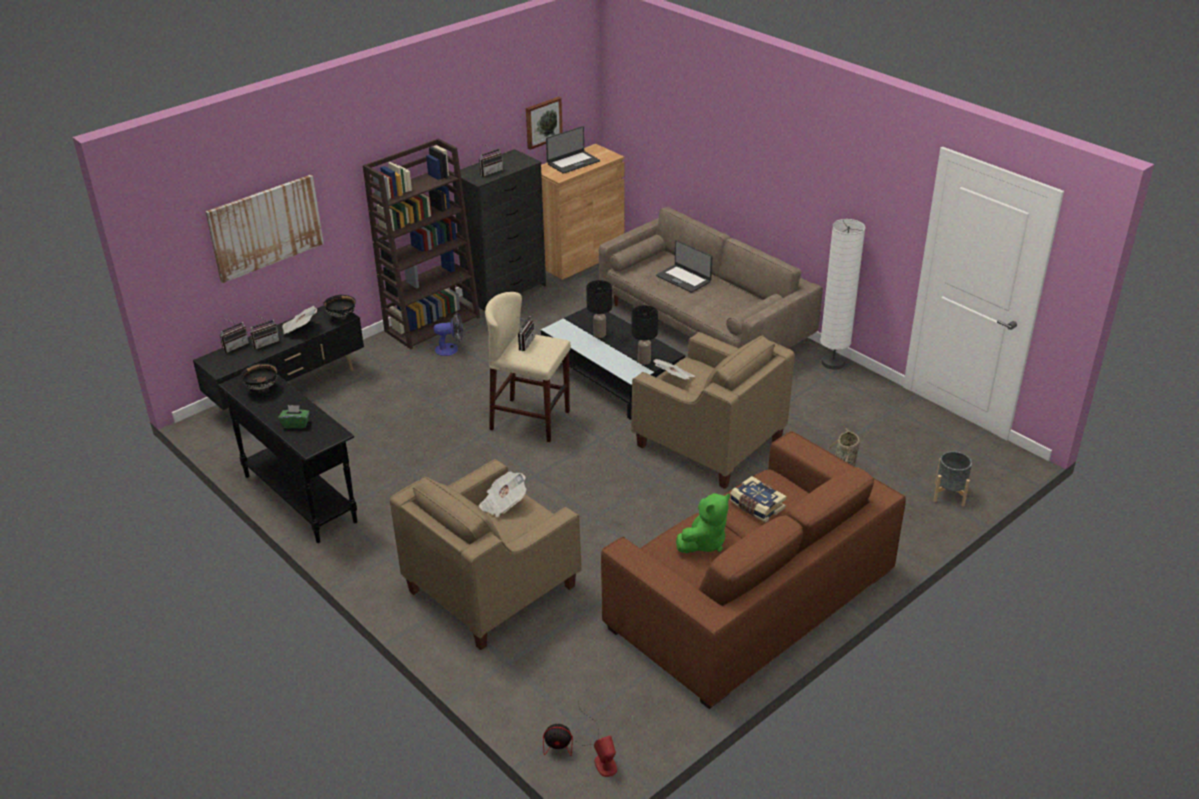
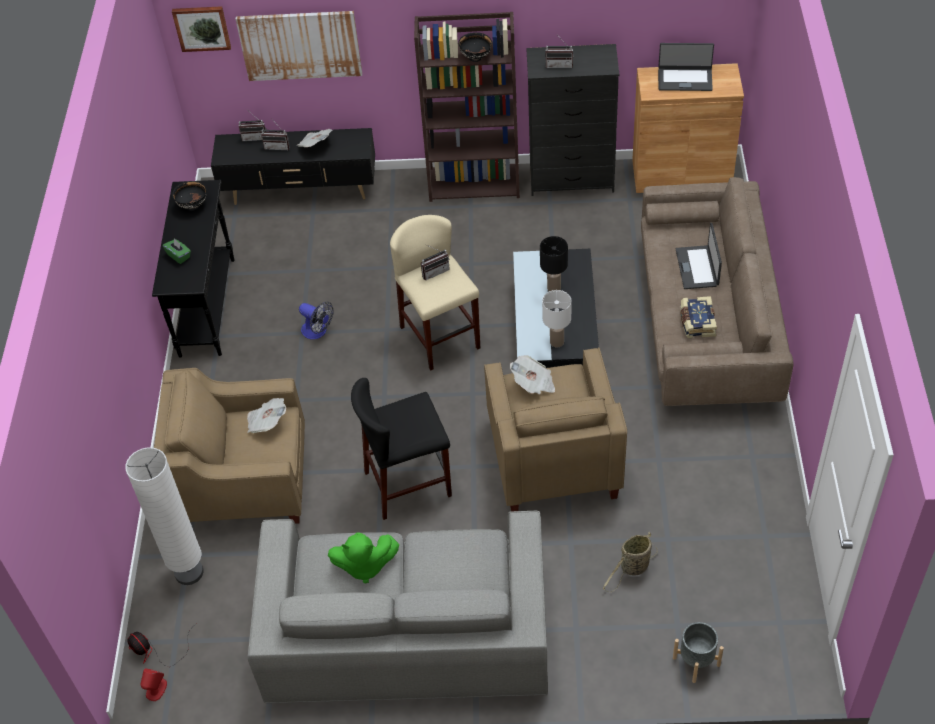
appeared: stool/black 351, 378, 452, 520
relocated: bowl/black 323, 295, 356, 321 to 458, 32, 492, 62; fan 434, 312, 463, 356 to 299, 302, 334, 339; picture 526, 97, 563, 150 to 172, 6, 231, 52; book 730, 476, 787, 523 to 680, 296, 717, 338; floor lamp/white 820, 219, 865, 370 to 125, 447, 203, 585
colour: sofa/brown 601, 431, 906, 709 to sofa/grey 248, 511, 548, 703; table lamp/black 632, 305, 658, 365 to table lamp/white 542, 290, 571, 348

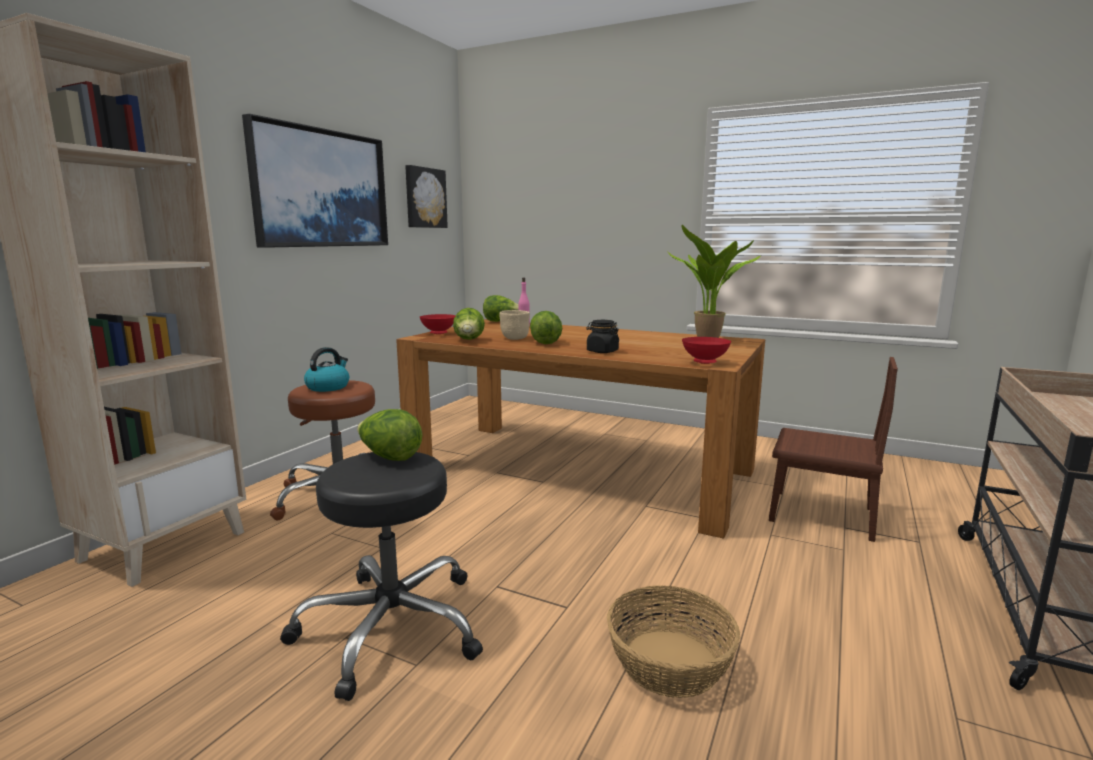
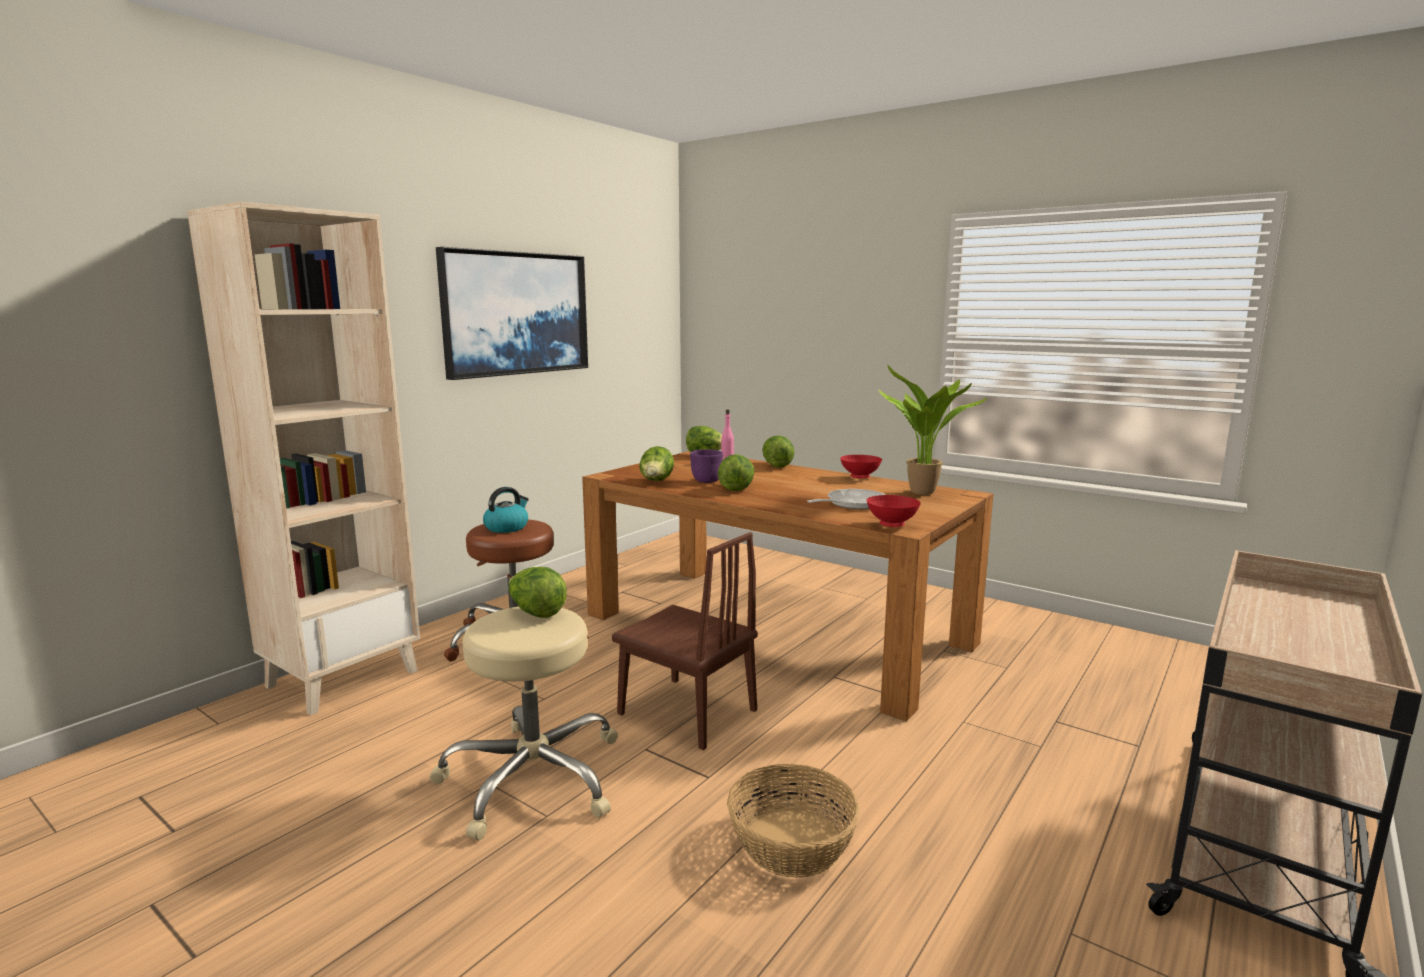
missing: picture 405, 165, 448, 228; jar/black 587, 320, 619, 353
appeared: lettuce 762, 435, 794, 468; frying pan 807, 489, 886, 509
relocated: bowl/red 420, 314, 456, 334 to 840, 455, 882, 479; chair/brown 769, 357, 898, 542 to 612, 532, 758, 750
colour: stool/black 280, 452, 483, 701 to stool/beige 430, 607, 618, 841; bowl/beige 500, 310, 530, 340 to bowl/purple 690, 449, 723, 483

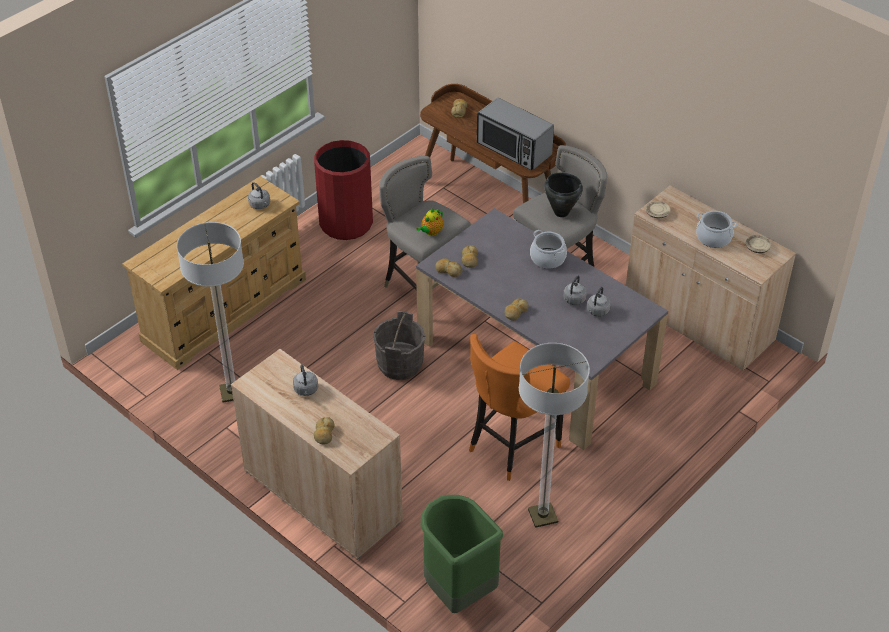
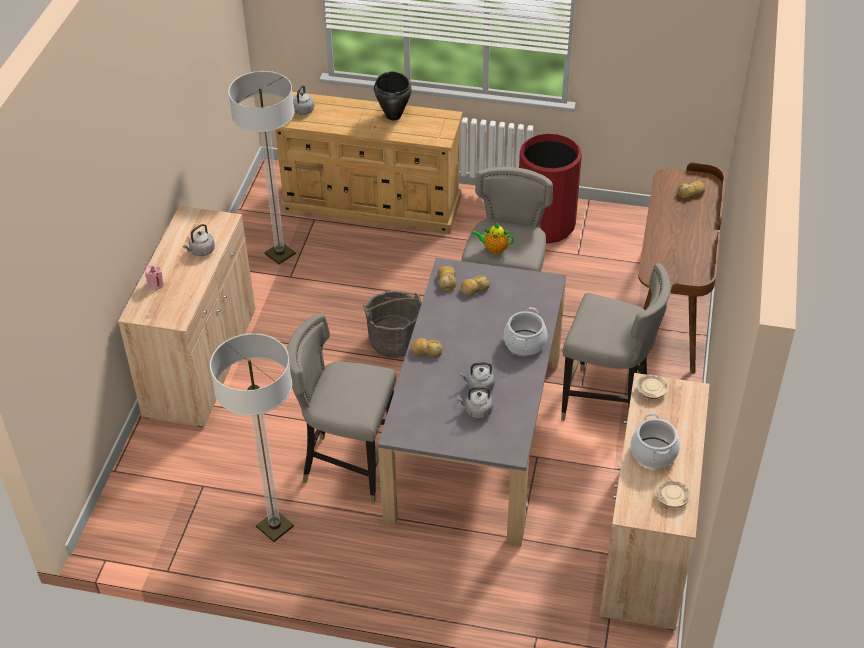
missing: trash can/green 421, 495, 503, 613; microwave 477, 98, 554, 171
relocated: kettle/grey 248, 182, 270, 209 to 293, 85, 314, 115; cooking pot/black 544, 172, 583, 217 to 374, 72, 412, 120
exchanged: bread 314, 417, 335, 444 to candle/pink 145, 265, 164, 290
colour: stool/orange 469, 334, 570, 481 to stool/grey 287, 313, 397, 503

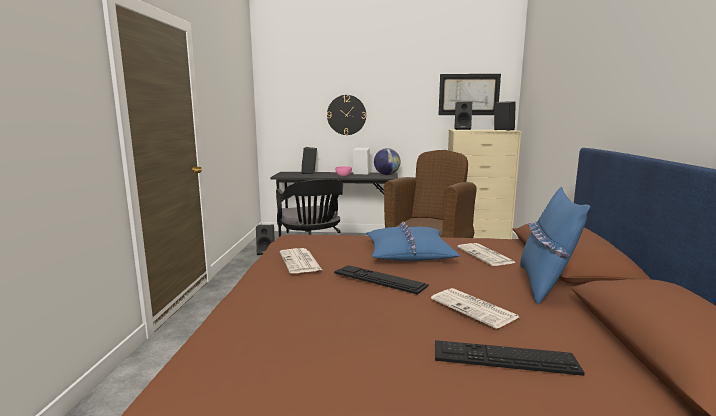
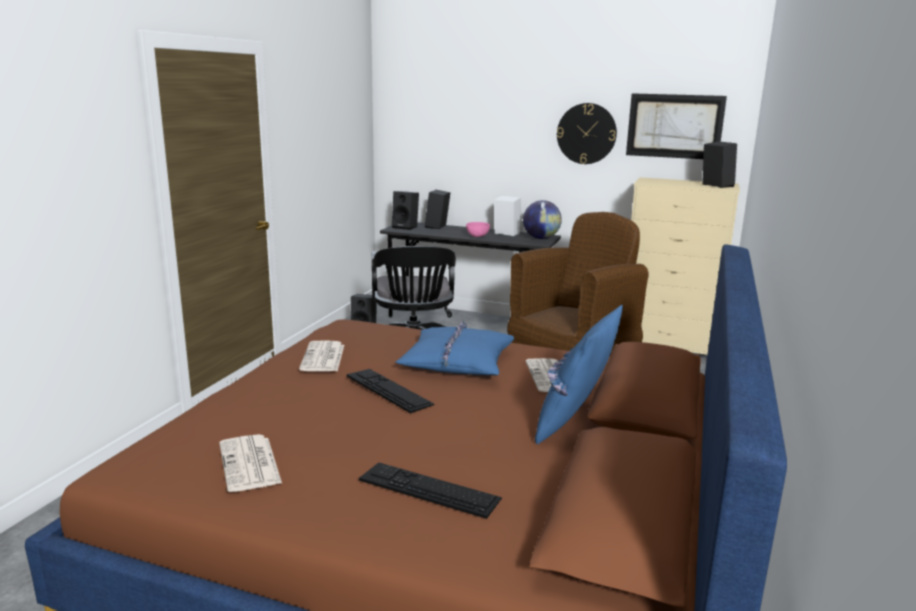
relocated: wall clock 327, 95, 366, 135 to 557, 103, 617, 164; newspaper 431, 288, 519, 329 to 219, 434, 282, 492; speaker/black 454, 102, 472, 130 to 392, 191, 419, 230

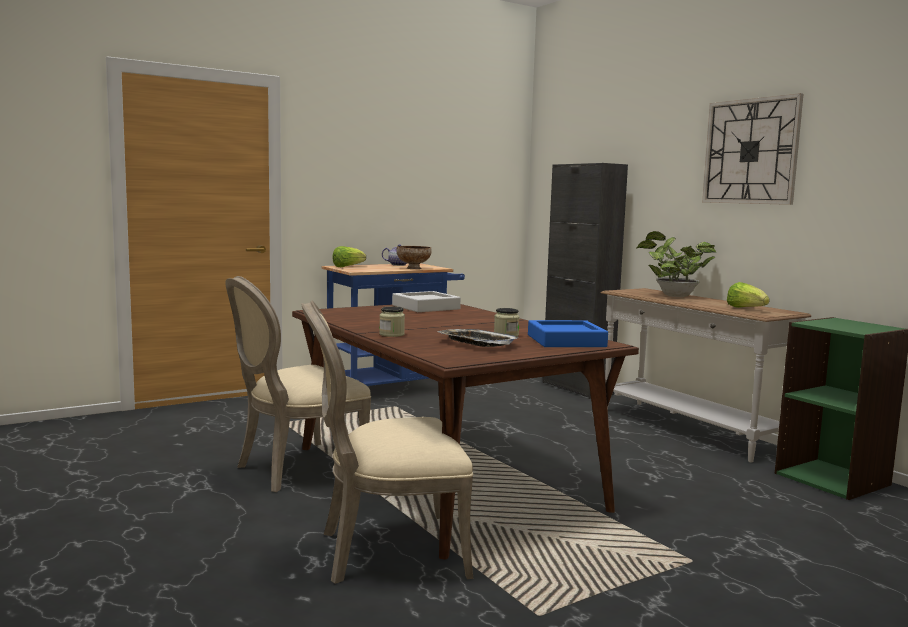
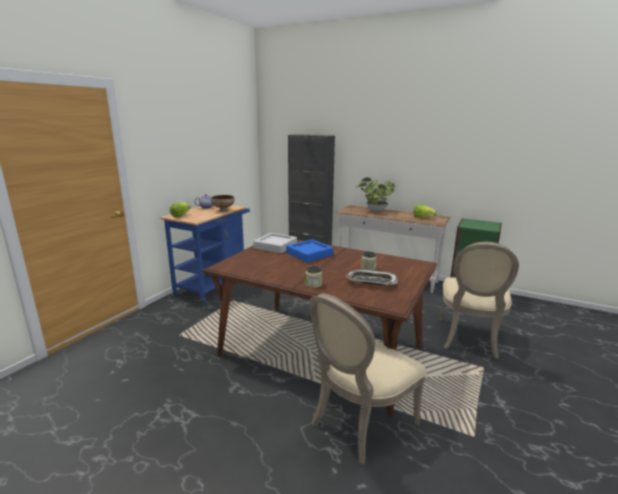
missing: wall clock 702, 93, 803, 205
relocated: chair/beige 225, 276, 371, 492 to 439, 242, 519, 359; tray/blue 528, 320, 608, 347 to 286, 239, 333, 262

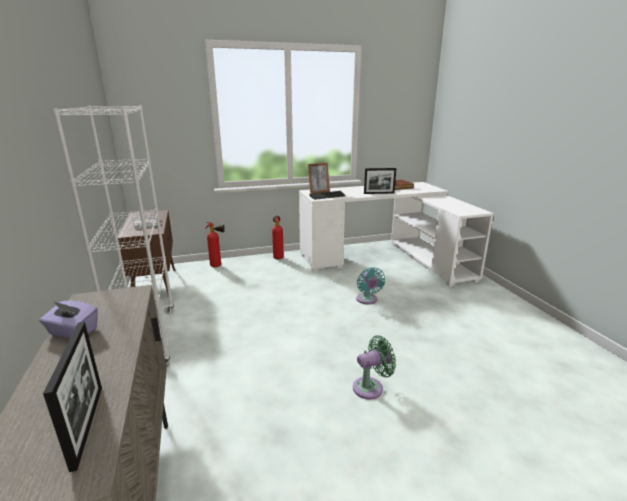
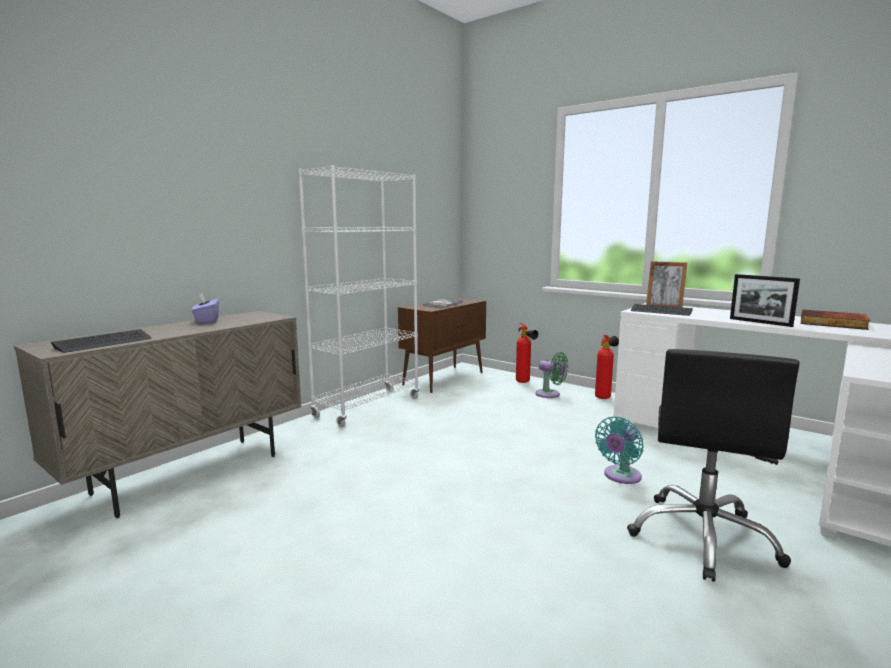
appeared: office chair/black 627, 349, 800, 582
relocated: fan/green 353, 335, 396, 399 to 535, 352, 568, 398
exchanged: picture frame 43, 322, 102, 472 to keyboard 51, 329, 151, 353

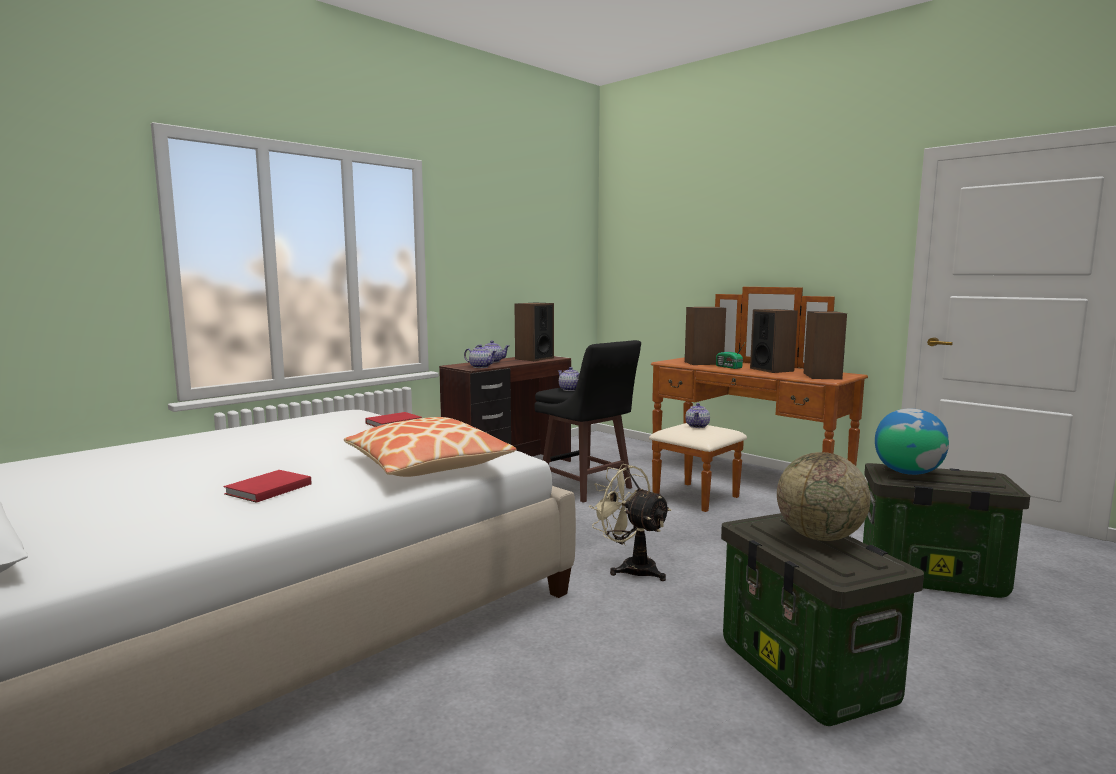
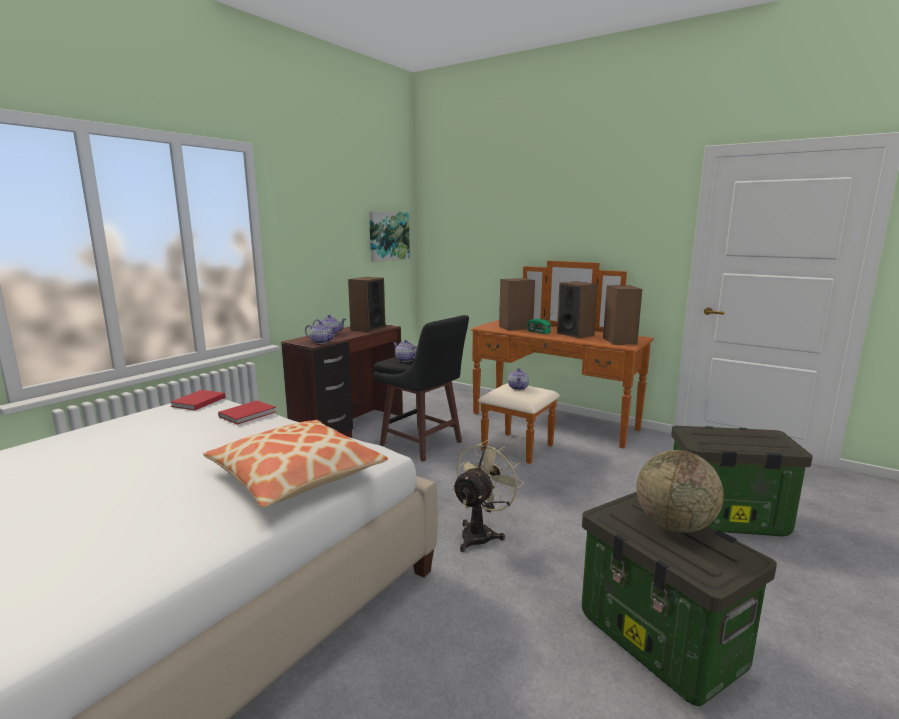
missing: globe 875, 409, 949, 475
appeared: picture 369, 211, 410, 262
relocated: book/red 224, 470, 311, 503 to 170, 390, 225, 410
spun: fan/beige 589, 464, 671, 581 = 452, 440, 524, 552 90 degrees clockwise

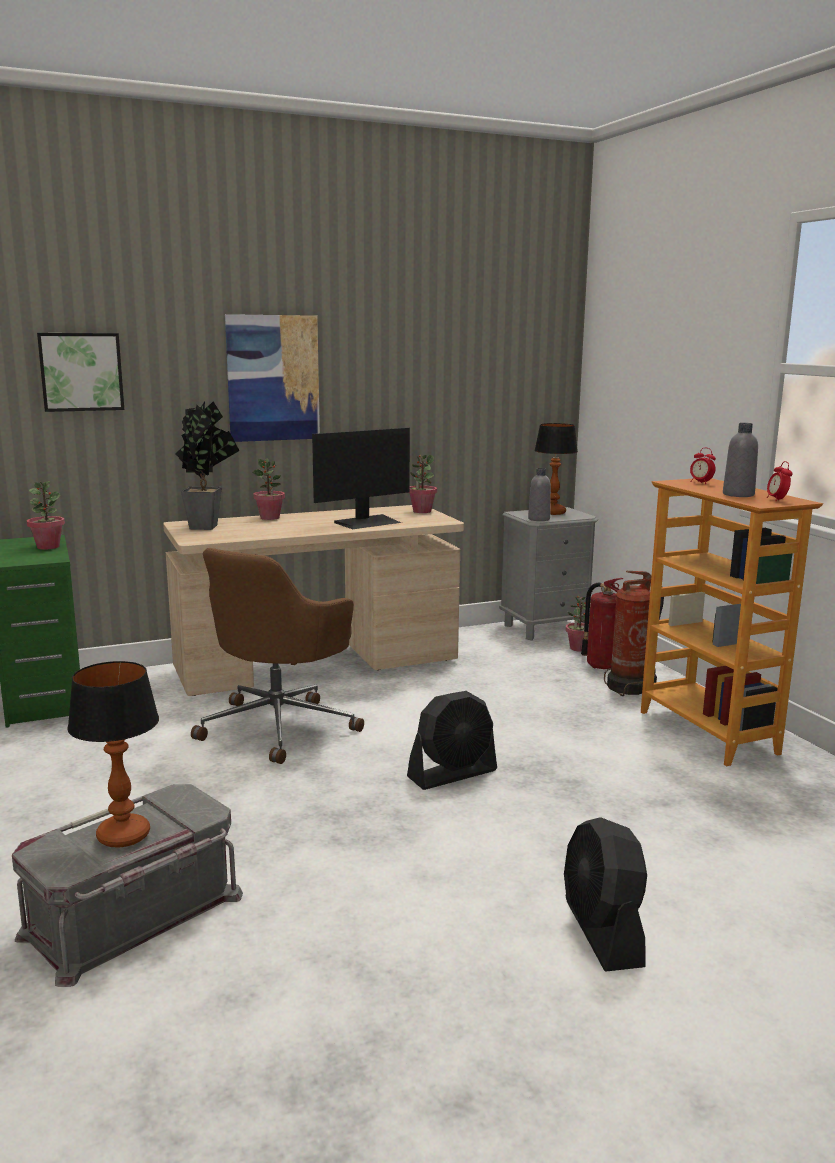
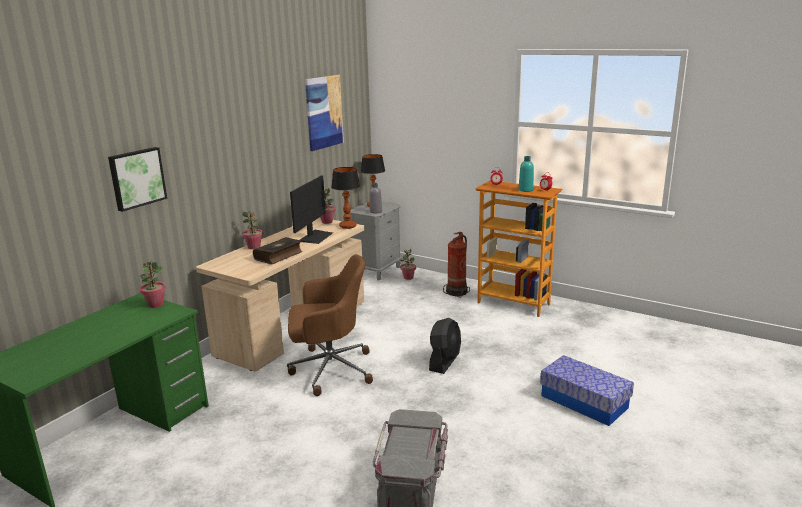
missing: potted plant 176, 401, 239, 530; fire extinguisher 581, 578, 624, 669
appeared: book 253, 237, 303, 264
relocated: table lamp 67, 661, 159, 848 to 331, 167, 360, 229; picture 225, 314, 320, 442 to 305, 75, 344, 151
exchanged: fan/black 564, 817, 647, 972 to storage box 540, 355, 634, 426
colour: bottle/grey 723, 423, 758, 497 to bottle/turquoise 519, 156, 534, 192
spun: office chair/brown 191, 548, 364, 764 = 287, 254, 373, 396 90 degrees counterclockwise

